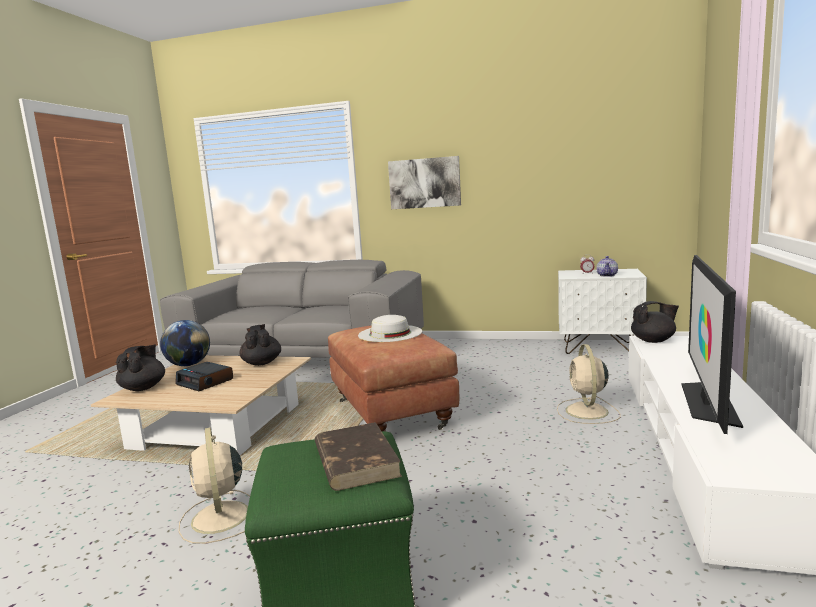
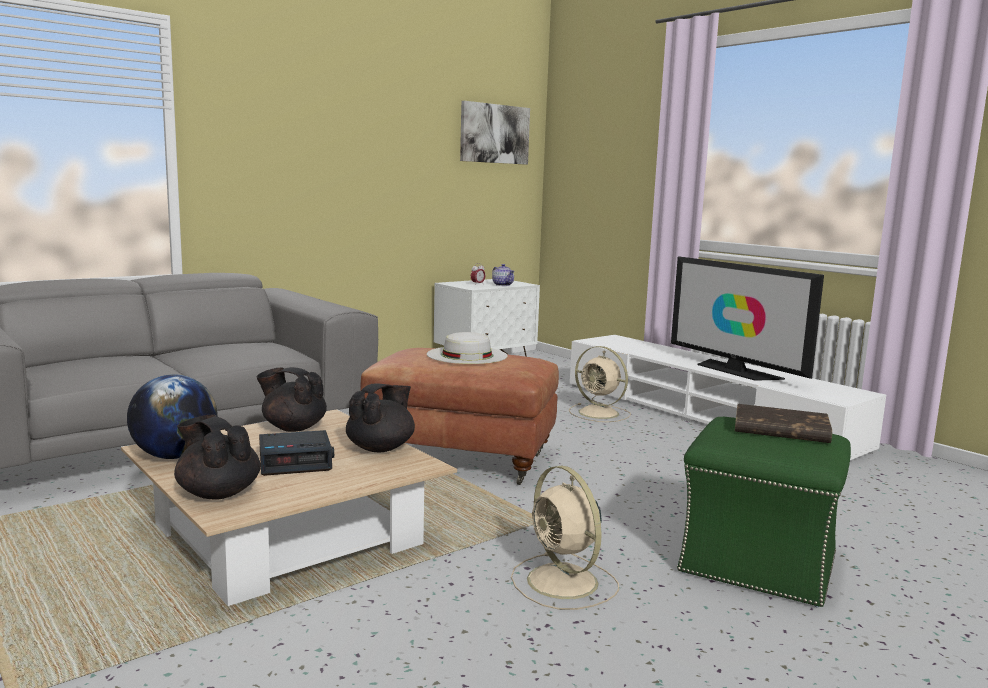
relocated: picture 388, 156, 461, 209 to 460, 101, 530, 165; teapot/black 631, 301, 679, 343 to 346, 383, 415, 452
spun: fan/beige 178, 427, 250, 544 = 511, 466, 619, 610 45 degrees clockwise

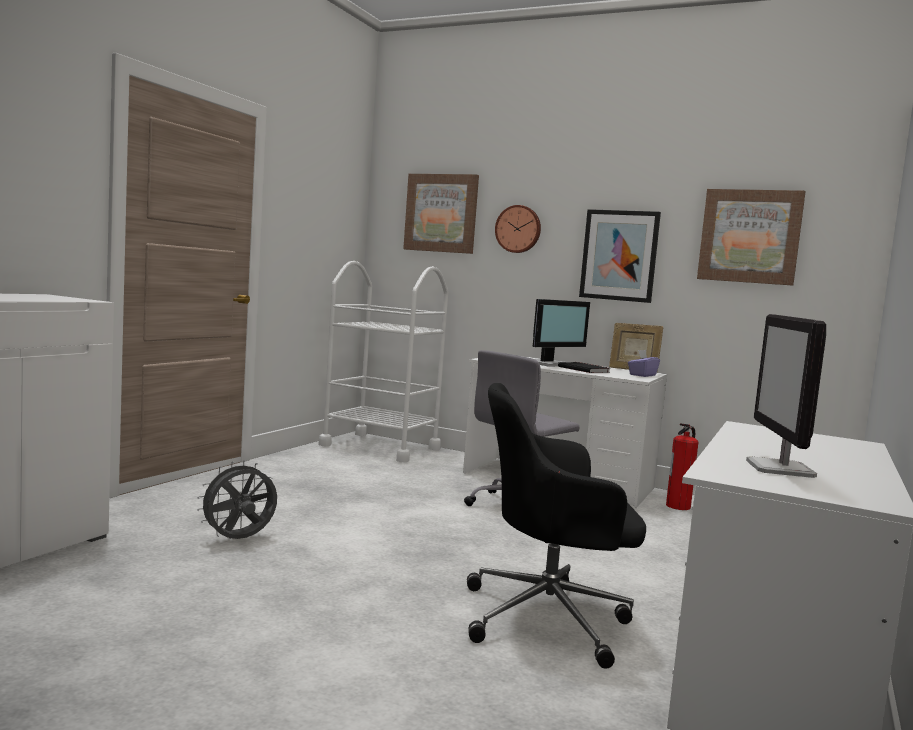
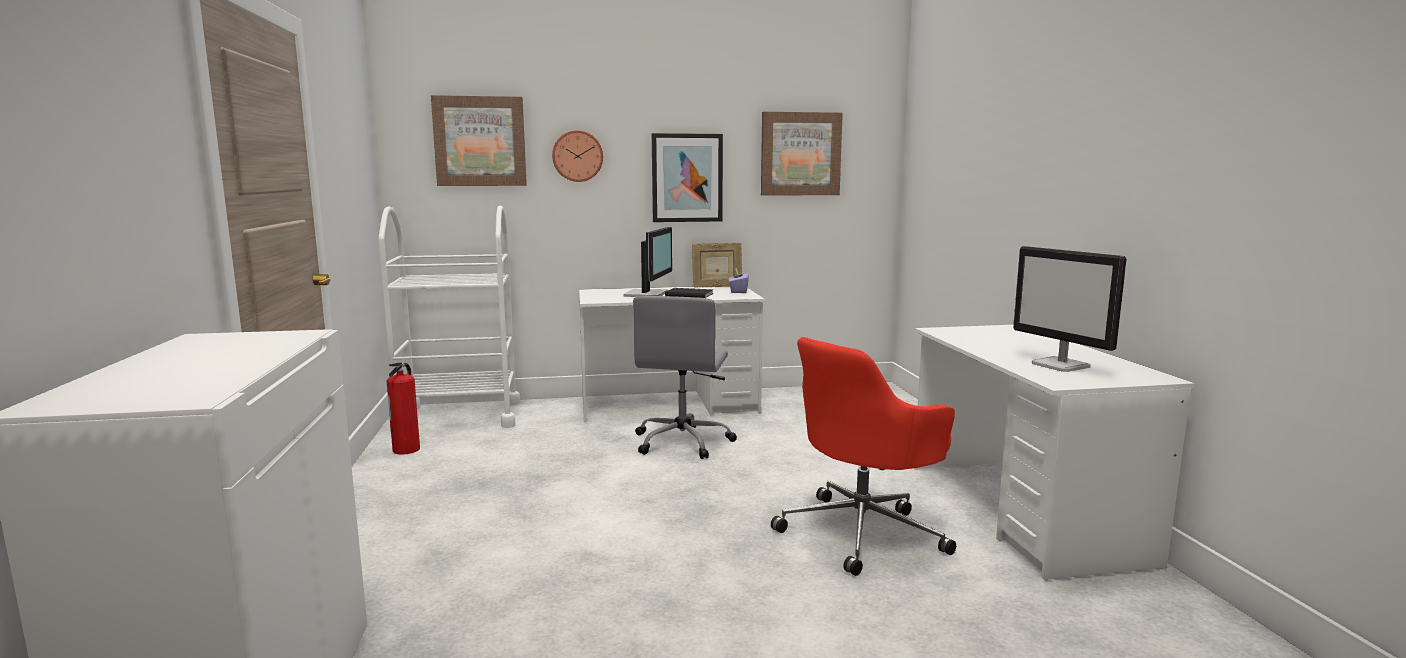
missing: fan/grey 197, 460, 277, 539
relocated: fire extinguisher 666, 424, 698, 510 to 387, 362, 420, 455
colour: office chair/black 467, 383, 646, 669 to office chair/red 771, 337, 956, 576

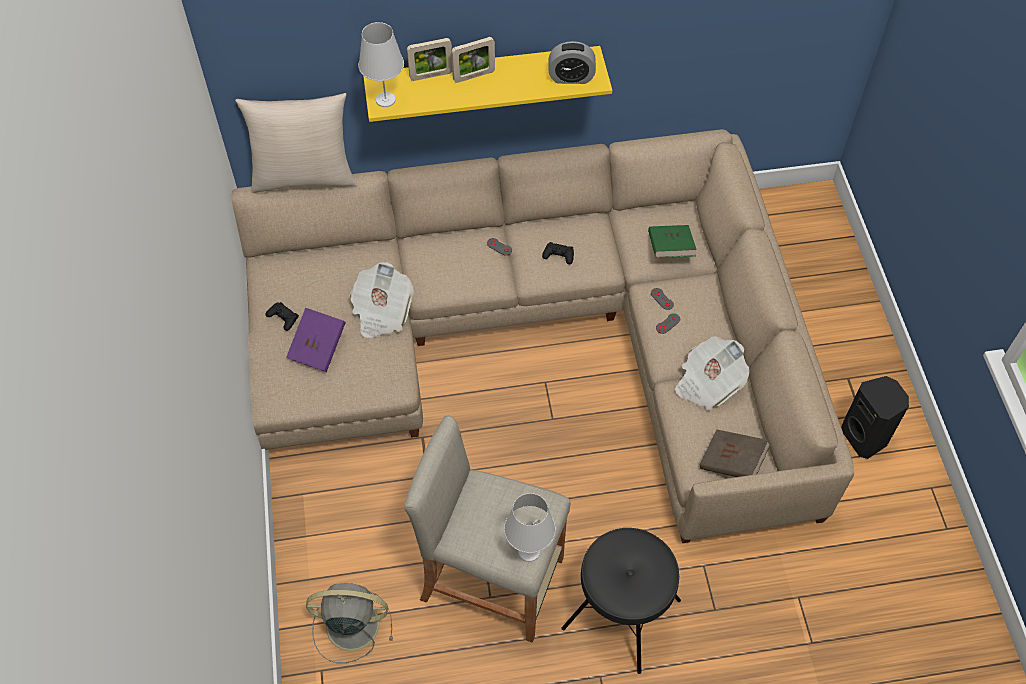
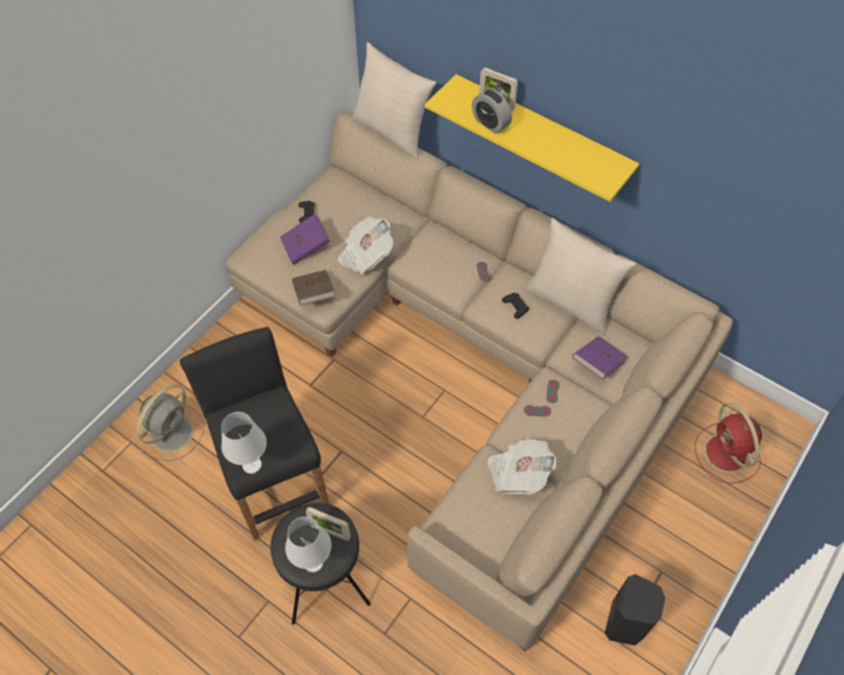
appeared: pillow/beige 525, 218, 637, 335; fan/red 694, 403, 762, 484
relocated: table lamp/white 358, 22, 404, 107 to 285, 517, 331, 572; picture frame 451, 37, 495, 83 to 306, 507, 351, 541; alarm clock 548, 41, 596, 84 to 472, 89, 512, 134; book/brown 700, 430, 770, 477 to 292, 270, 336, 305
colour: stool/beige 405, 415, 571, 643 to stool/black 180, 327, 329, 540; book/green 648, 225, 697, 258 to book/purple 572, 336, 628, 380
spun: fan/grey 306, 583, 393, 663 = 137, 385, 204, 461 75 degrees clockwise

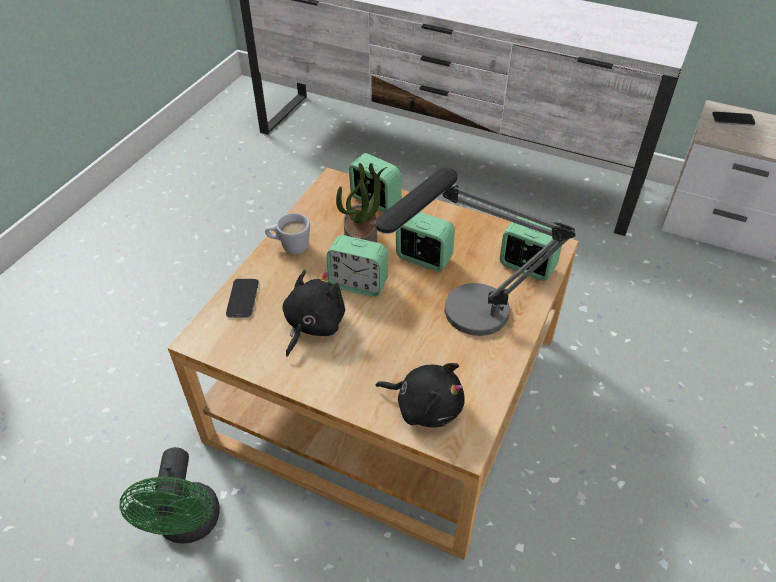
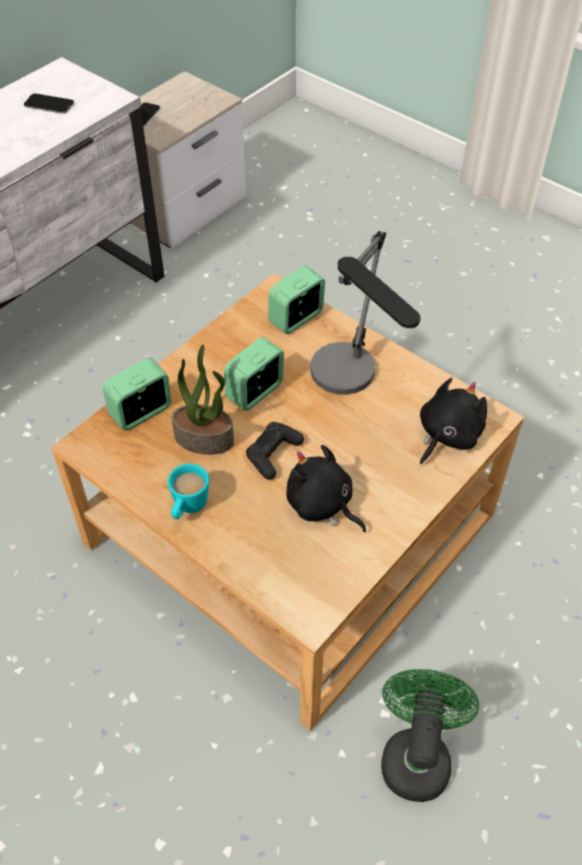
relocated: phone 226, 279, 259, 318 to 24, 94, 74, 114
exchanged: alarm clock 327, 235, 388, 297 to game controller/black 246, 422, 304, 480
colour: mug/white 265, 213, 310, 254 to mug/turquoise 168, 464, 209, 519
spun: fan/green 120, 447, 220, 544 = 381, 669, 479, 802 90 degrees counterclockwise

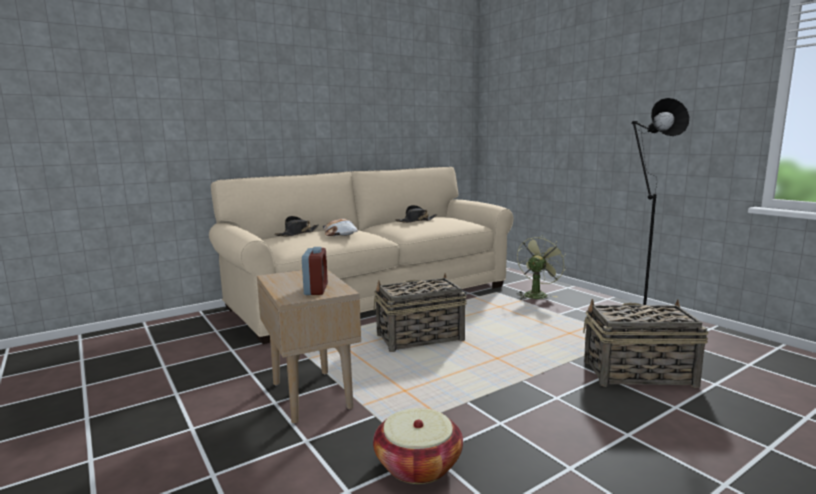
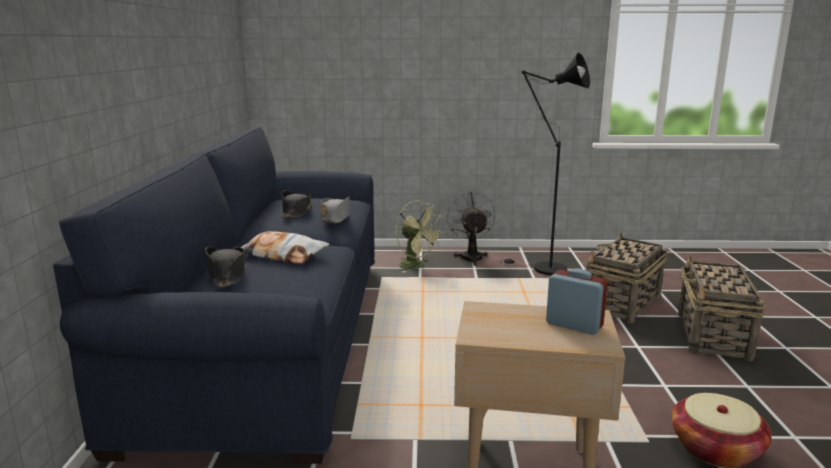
appeared: hat/grey 321, 196, 350, 223; fan/grey 446, 191, 496, 266
relocated: basket 374, 273, 467, 352 to 678, 255, 766, 361
colour: sofa/beige 209, 167, 513, 344 to sofa/blue 53, 127, 375, 464
spun: fan/green 516, 235, 566, 299 = 396, 200, 444, 273 150 degrees clockwise

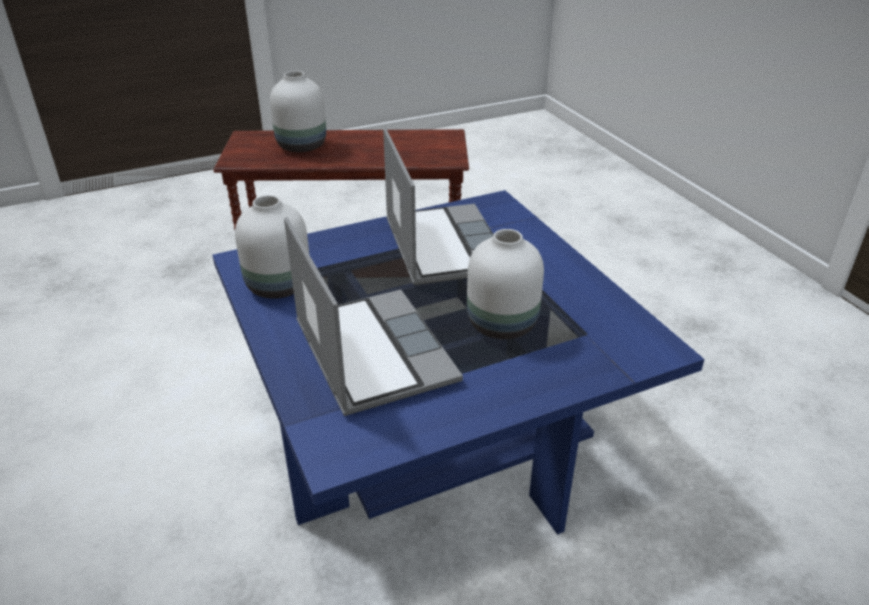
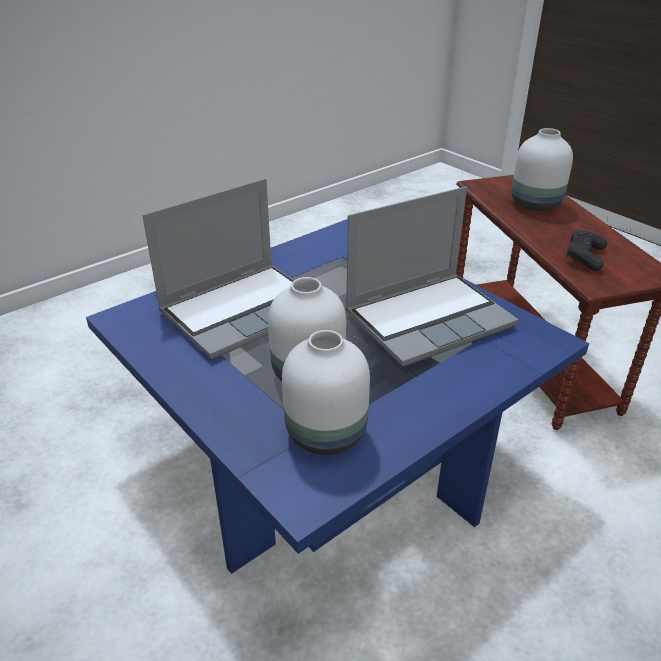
appeared: game controller/black 566, 230, 607, 271
relocated: vase/white 235, 195, 309, 299 to 282, 330, 370, 455

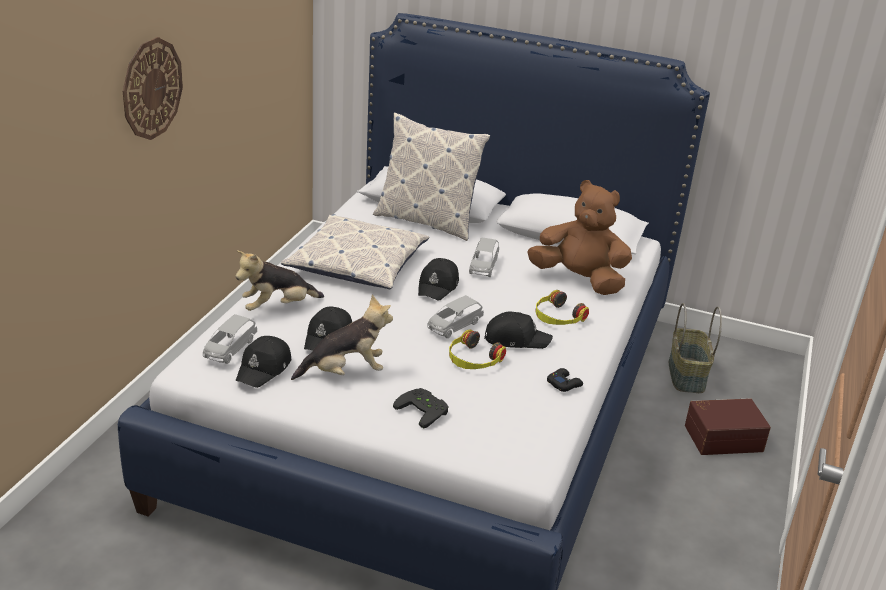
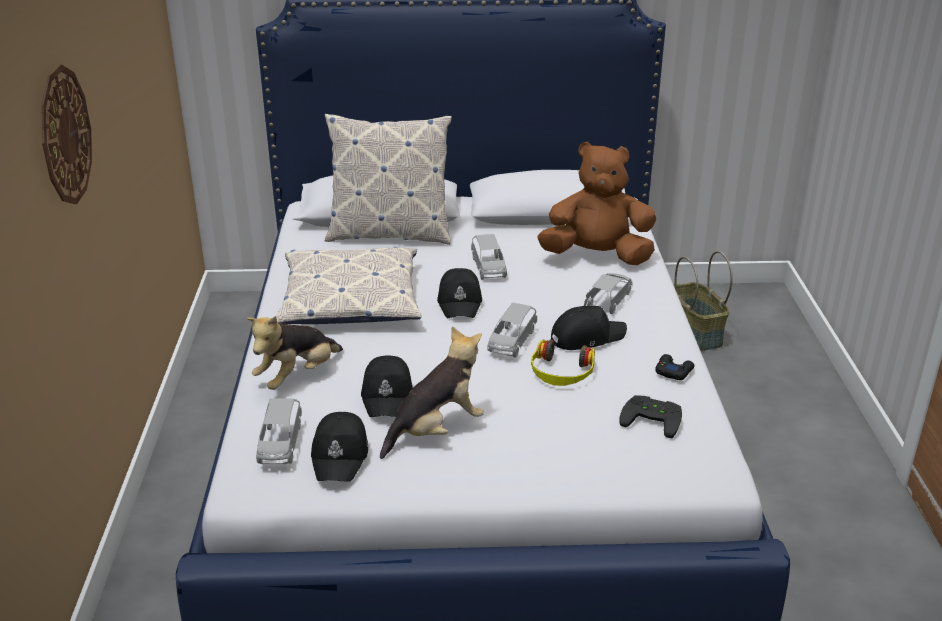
missing: storage box/brown 685, 398, 771, 455
relocated: game controller/black 393, 388, 449, 428 to 619, 395, 682, 438
exchanged: headphones 535, 290, 589, 325 to toy car/grey 584, 273, 632, 314

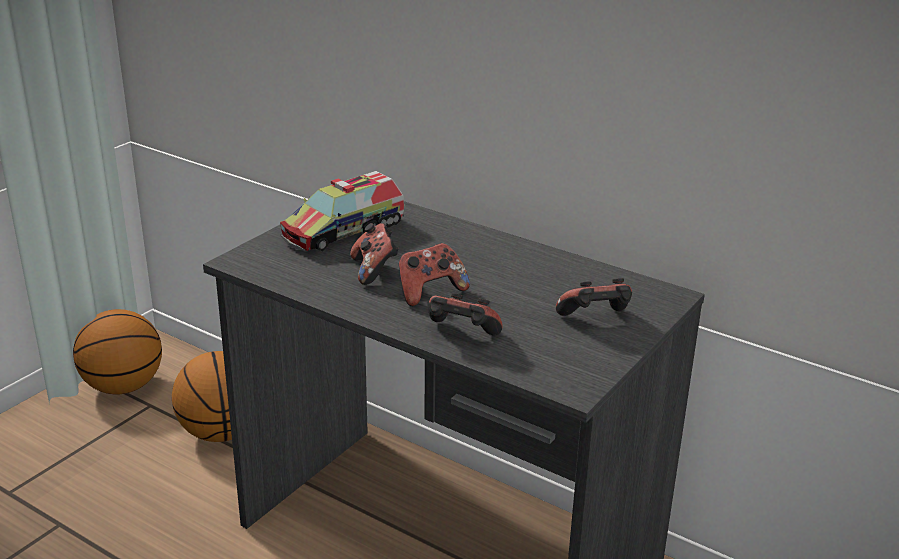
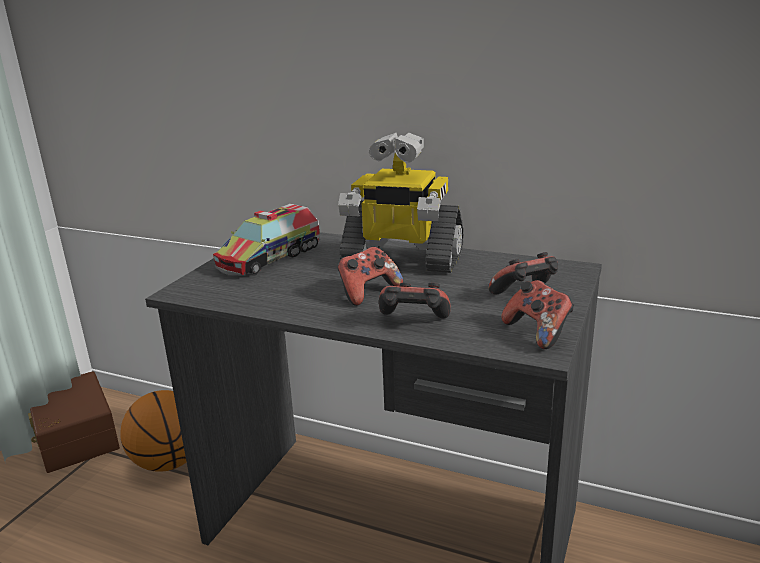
appeared: toy robot 338, 133, 464, 273
relocated: game controller 350, 223, 399, 285 to 501, 280, 574, 349
exchanged: basketball 73, 309, 162, 394 to storage box/brown 28, 371, 120, 473

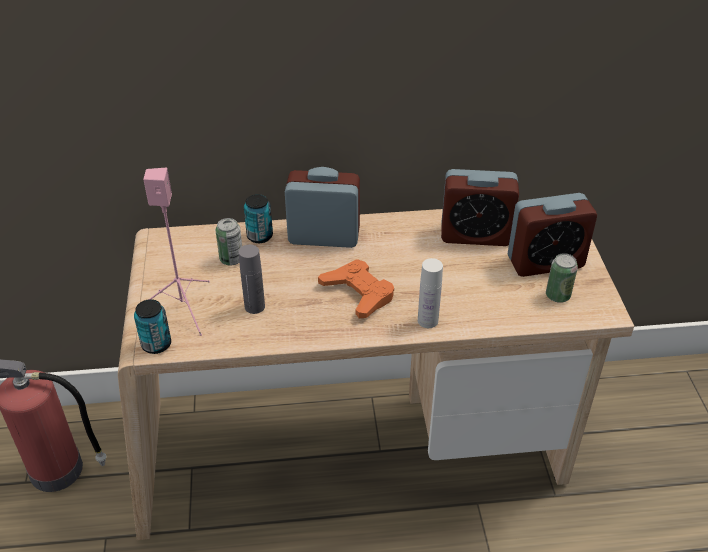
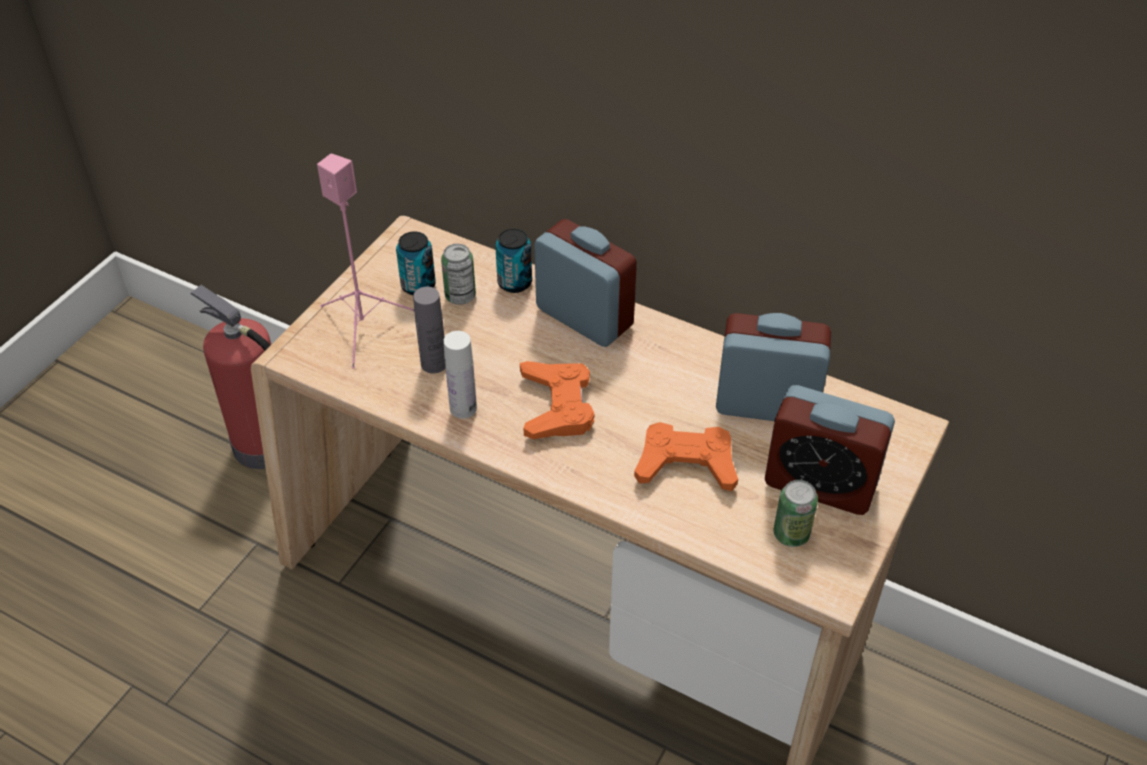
appeared: game controller/orange 634, 422, 738, 491
relocated: can 134, 299, 171, 354 to 396, 231, 436, 295; bottle/white 418, 258, 443, 328 to 443, 331, 477, 419
spun: alarm clock 441, 169, 519, 246 = 716, 313, 831, 421 150 degrees clockwise

